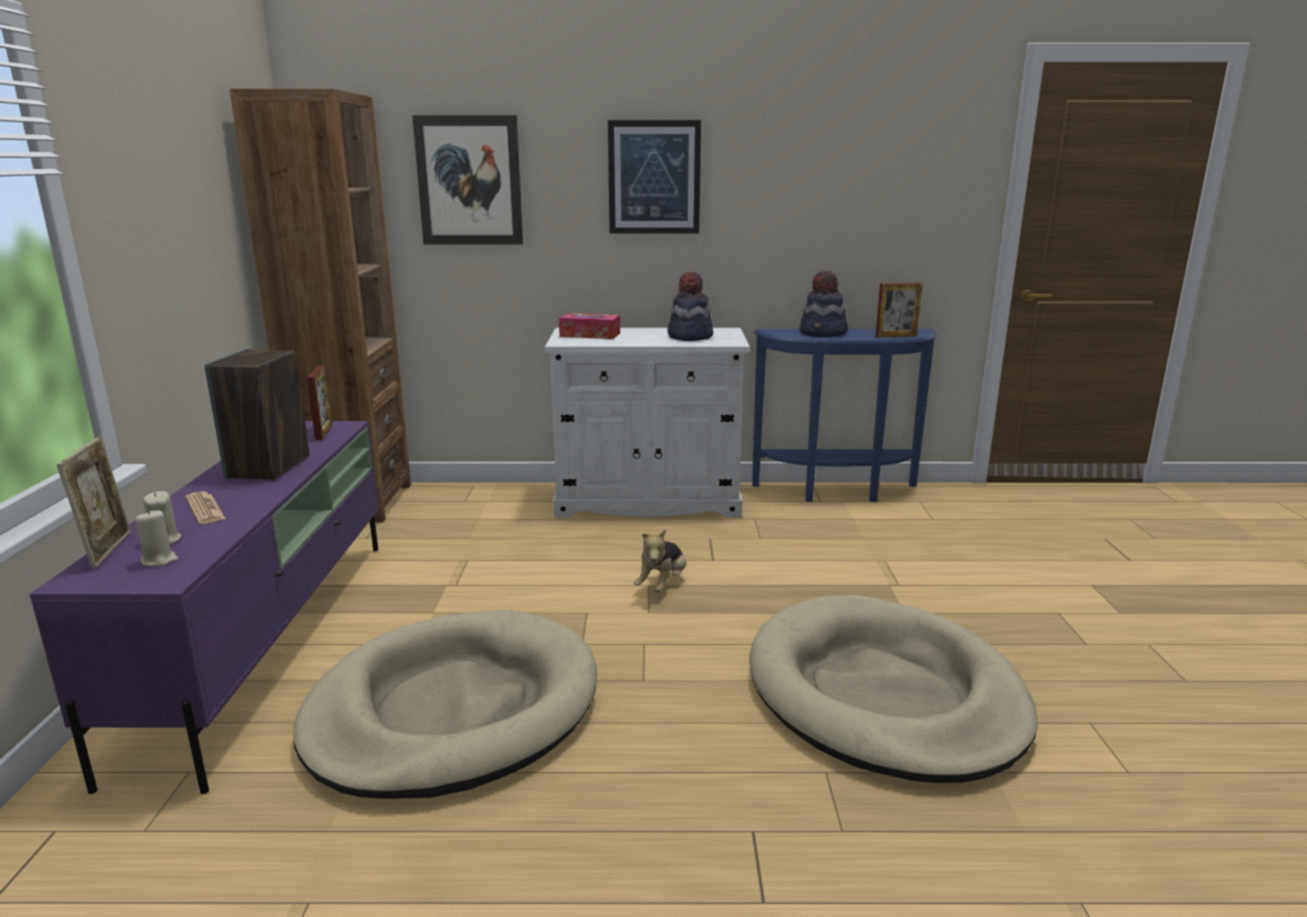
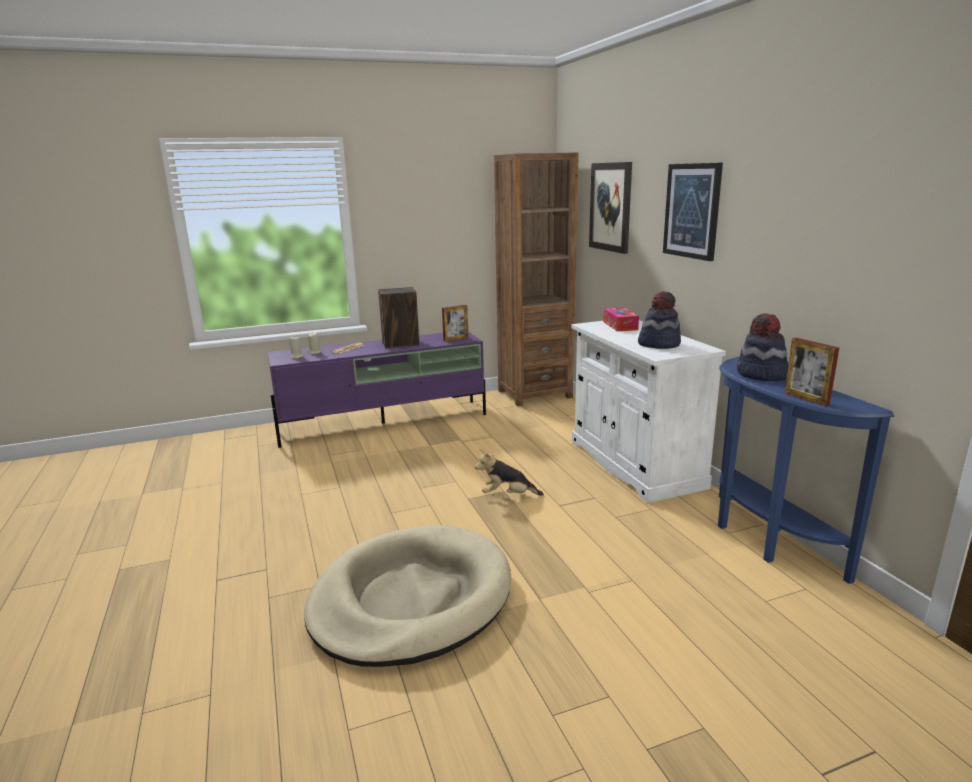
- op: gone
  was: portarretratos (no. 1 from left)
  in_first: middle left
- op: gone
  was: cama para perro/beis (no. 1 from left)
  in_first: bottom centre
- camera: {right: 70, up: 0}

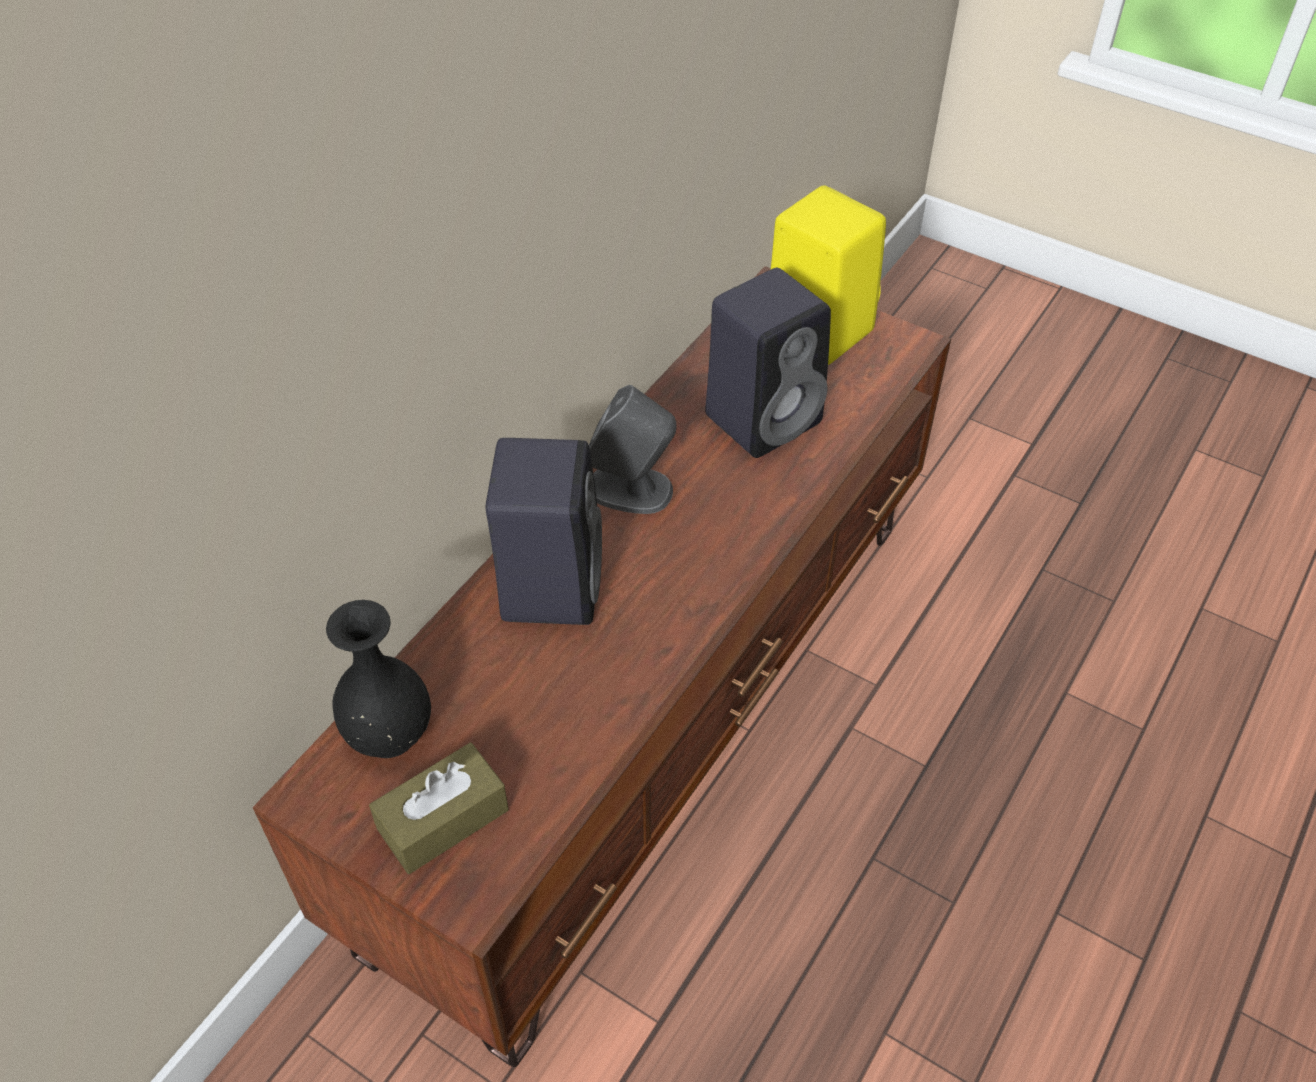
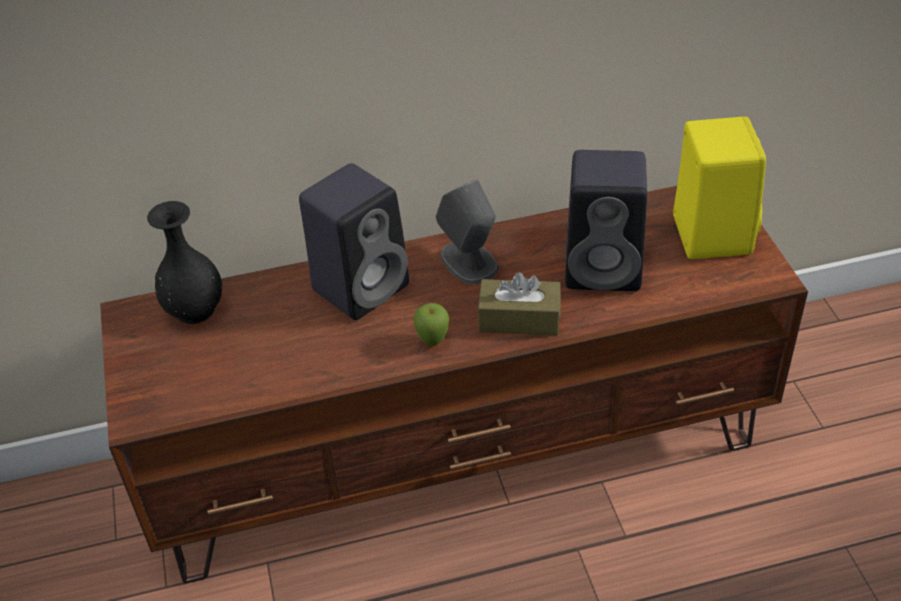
- op: new
  now: manzana
  in_second: centre
- op: shifted
  was: caja de pañuelos/marrón
  in_first: bottom centre
  in_second: centre
- camera: {right: 45, up: -5}

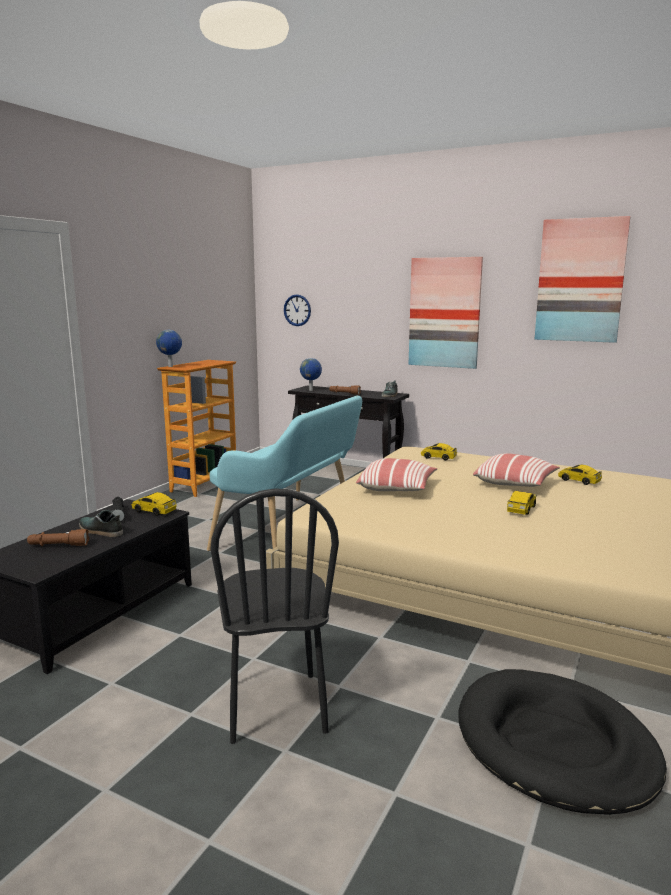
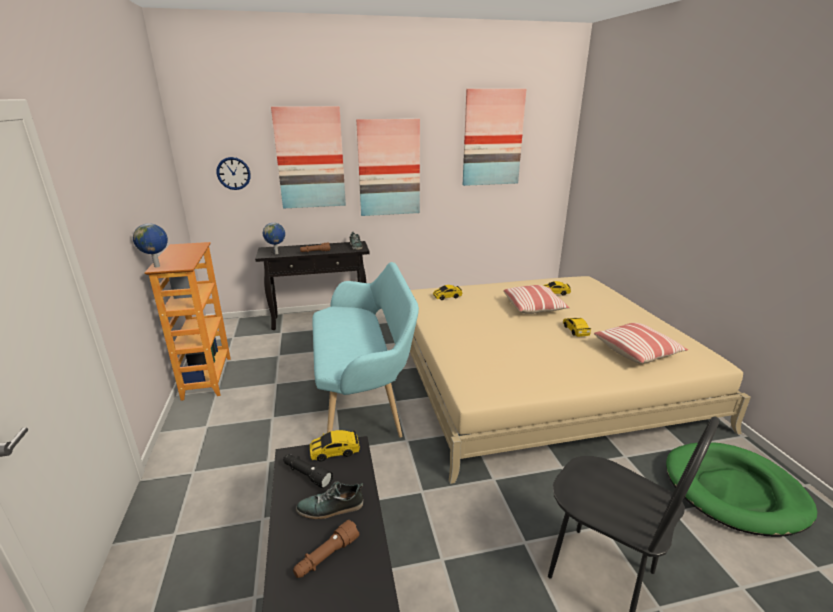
- op: new
  now: cuadro (no. 1 from left)
  in_second: top centre
- op: shifted
  was: cojín (no. 1 from left in the first image)
  now: cojín (no. 2 from left)
  in_first: centre
  in_second: middle right
- op: repainted
  was: cama para perro/negro
  now: cama para perro/verde
  in_first: bottom right
  in_second: bottom right
- camera: {right: -40, up: 10}

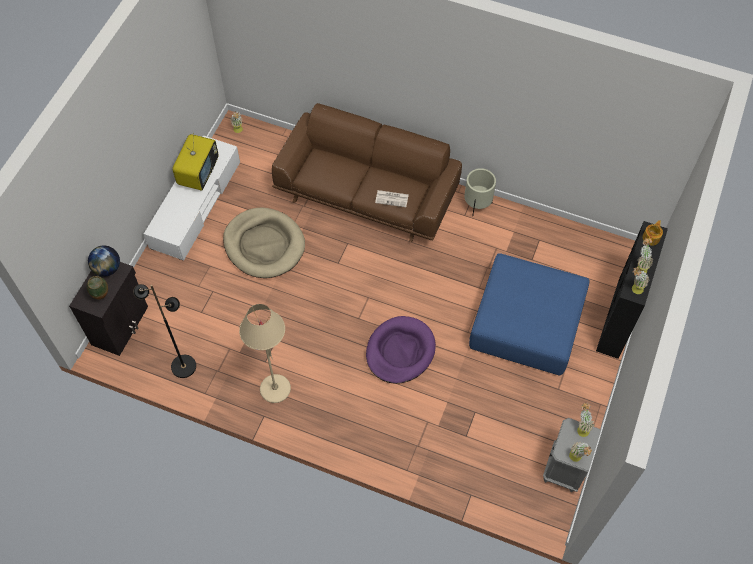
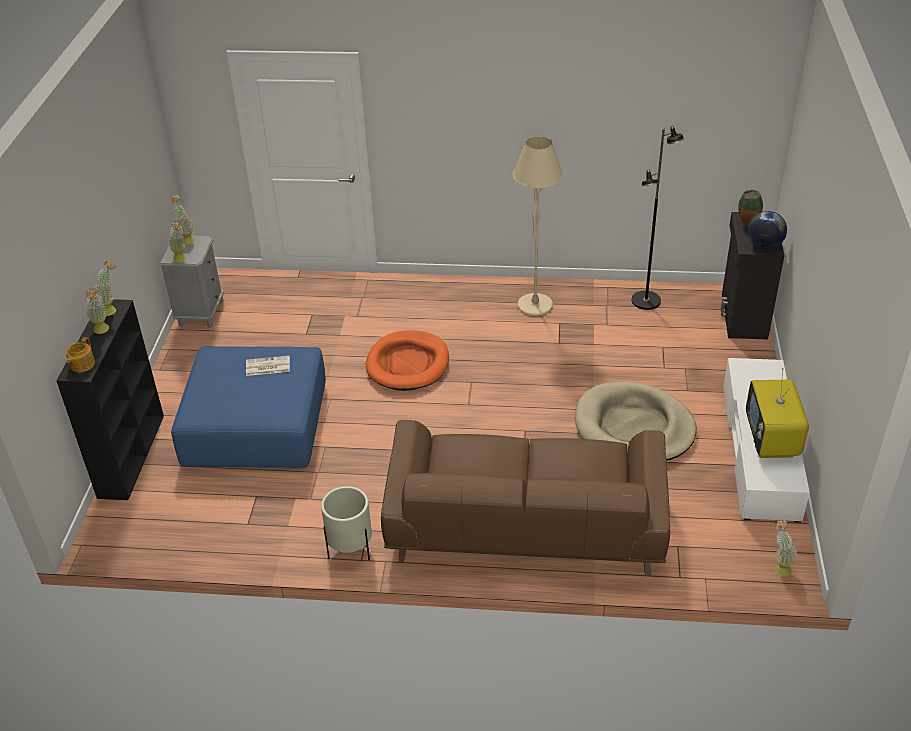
- op: shifted
  was: periódico
  in_first: centre
  in_second: middle left
- op: repainted
  was: cama para perro/morado
  now: cama para perro/naranja
  in_first: centre
  in_second: centre
- camera: {right: 165, up: -20}

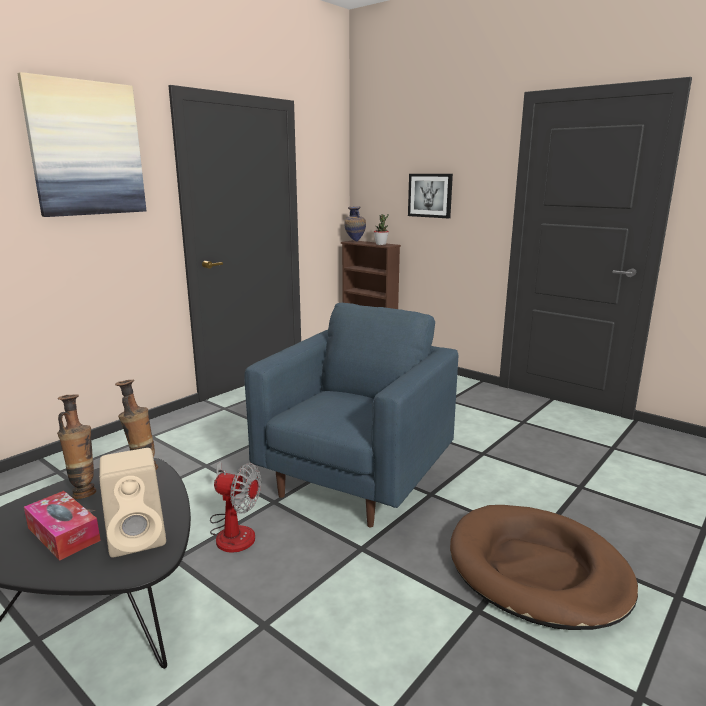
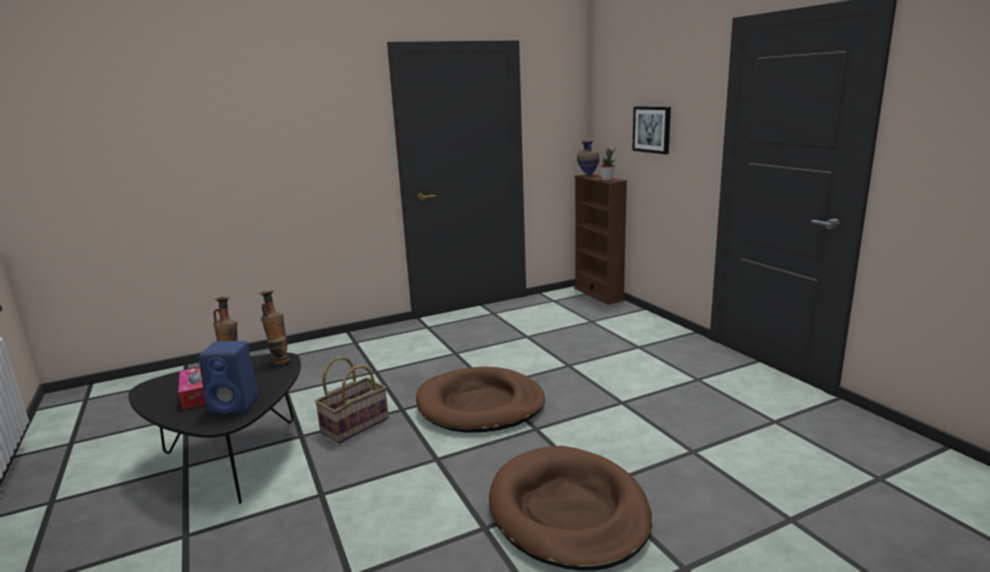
- op: repainted
  was: altavoz/beis
  now: altavoz/azul
  in_first: bottom left
  in_second: middle left
- op: swapped
  was: ventilador
  now: cesta
  in_first: bottom left
  in_second: bottom centre
- op: swapped
  was: sillón/azul
  now: cama para perro/marrón (no. 1 from left)
  in_first: centre
  in_second: bottom centre
- op: gone
  was: cuadro (no. 1 from left)
  in_first: top left
- camera: {right: 25, up: 0}

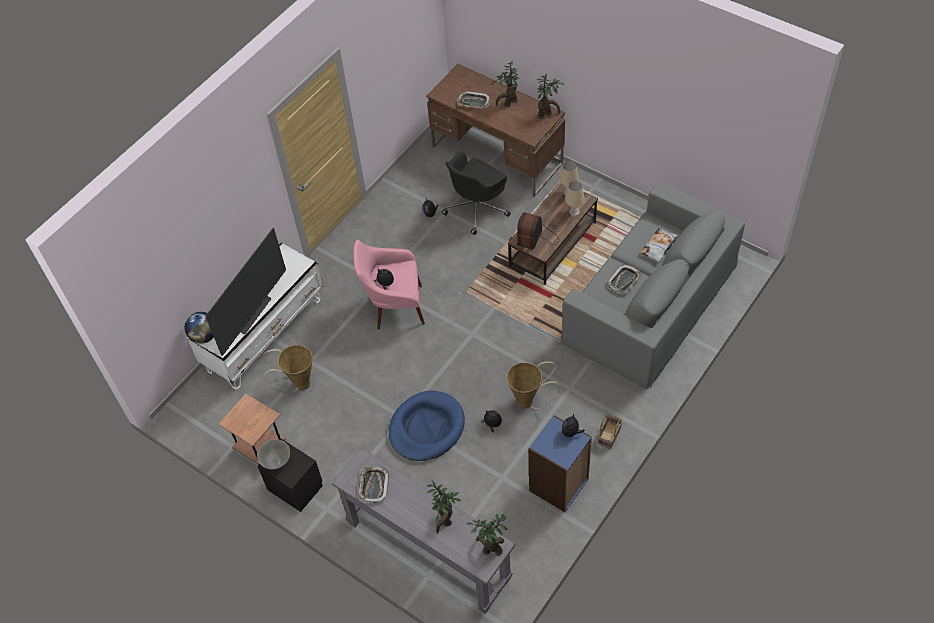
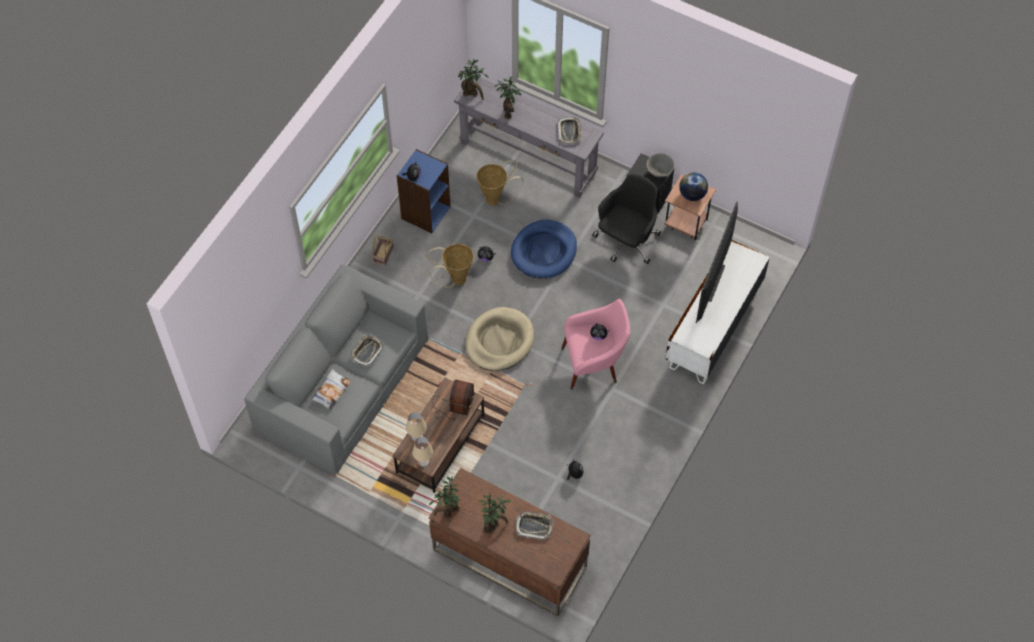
- op: new
  now: cama para perro/beis
  in_second: centre
- op: shifted
  was: cesta (no. 1 from left in the first image)
  now: cesta (no. 3 from left)
  in_first: middle left
  in_second: top centre
- op: shifted
  was: silla de oficina/negro
  in_first: top centre
  in_second: centre
- op: shifted
  was: globo terráqueo
  in_first: middle left
  in_second: top right
- camera: {right: 170, up: 5}

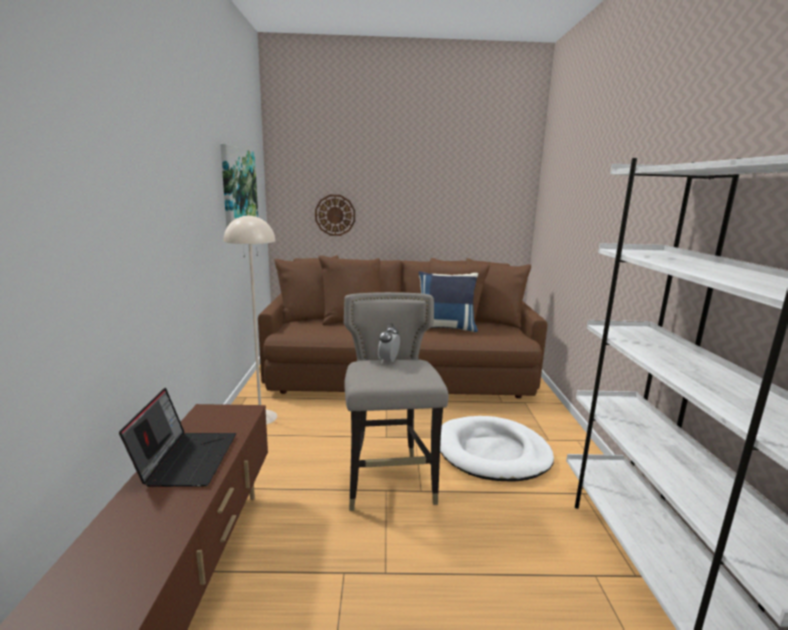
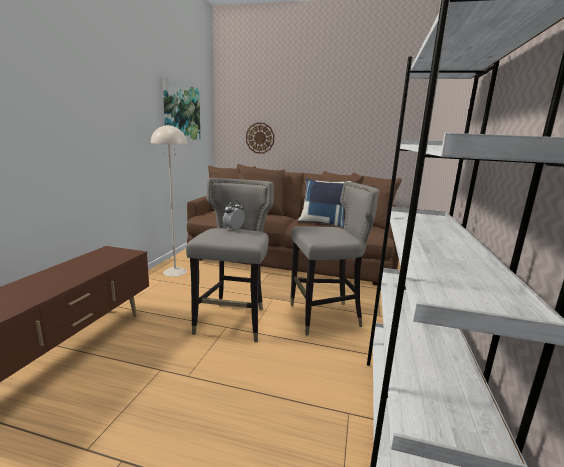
- op: swapped
  was: cama para perro/blanco
  now: taburete/gris (no. 2 from left)
  in_first: bottom centre
  in_second: centre
- op: gone
  was: portátil
  in_first: bottom left
- camera: {right: 15, up: 0}

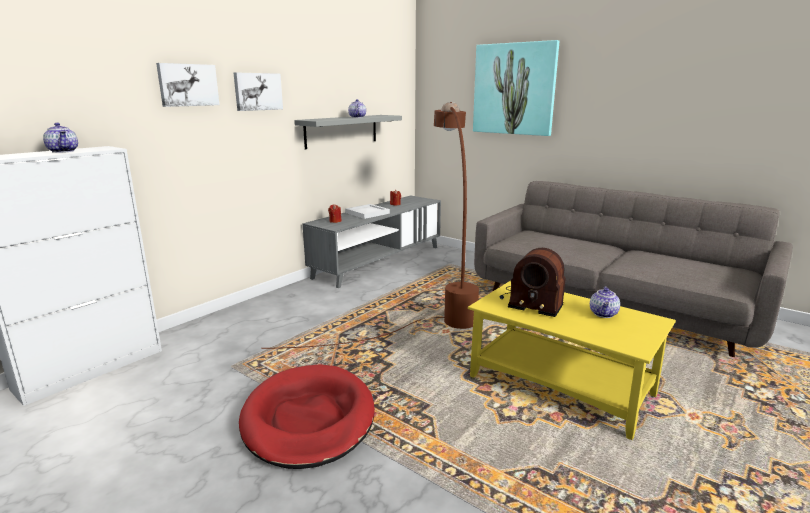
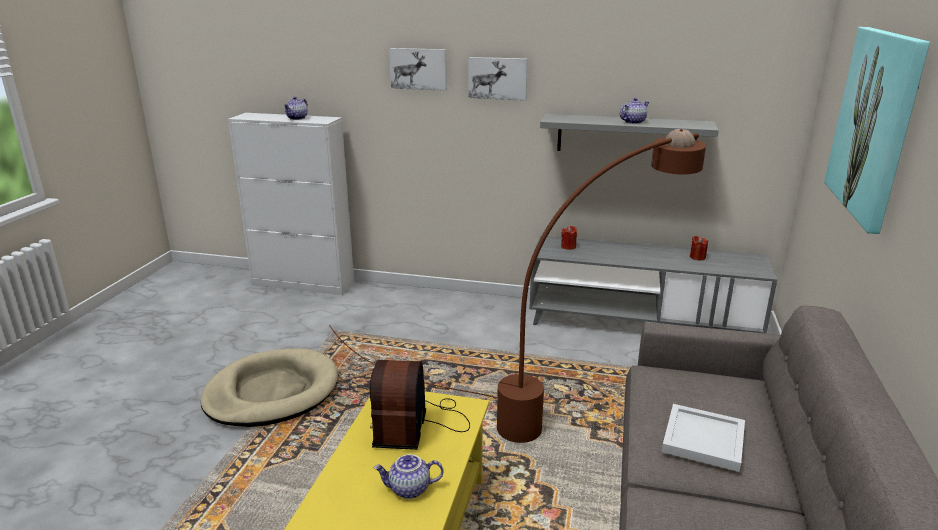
- op: repainted
  was: cama para perro/rojo
  now: cama para perro/beis
  in_first: bottom centre
  in_second: bottom left
- op: shifted
  was: bandeja/blanco
  in_first: centre
  in_second: bottom right
- camera: {right: 65, up: 5}

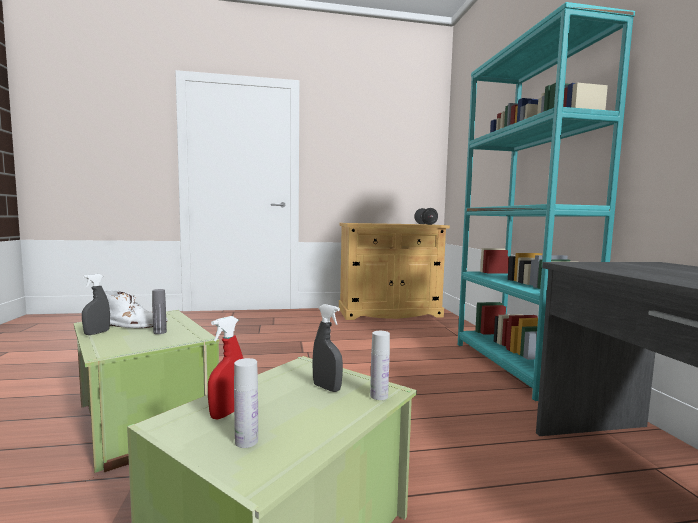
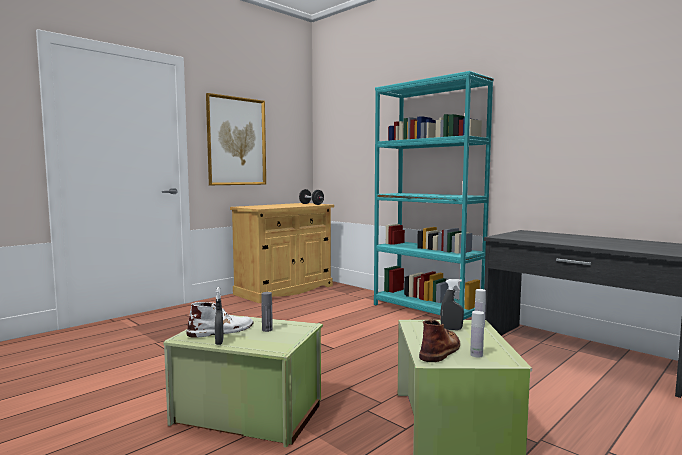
- op: new
  now: cuadro
  in_second: top centre
- op: swapped
  was: pulverizador/rojo
  now: bota/marrón
  in_first: bottom left
  in_second: bottom centre
- camera: {right: -35, up: 0}

